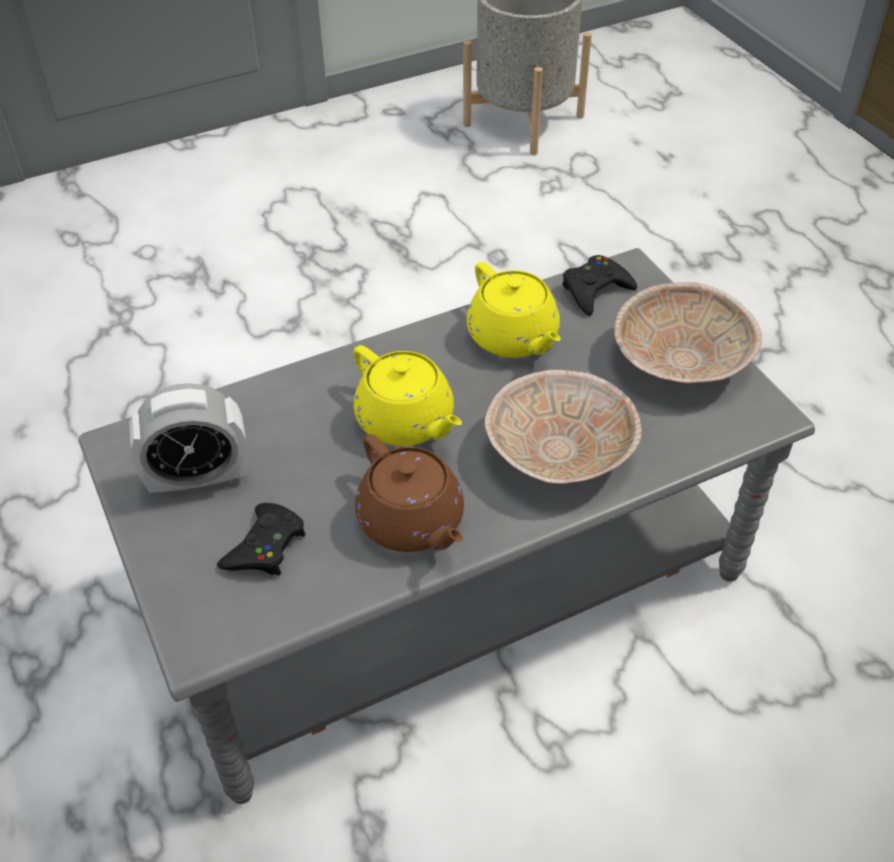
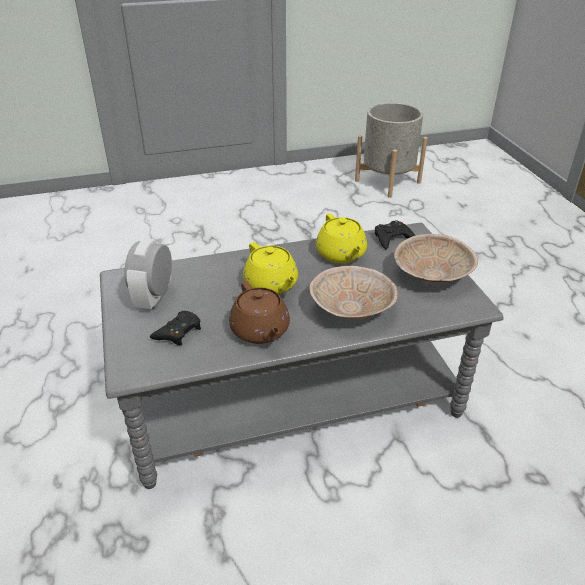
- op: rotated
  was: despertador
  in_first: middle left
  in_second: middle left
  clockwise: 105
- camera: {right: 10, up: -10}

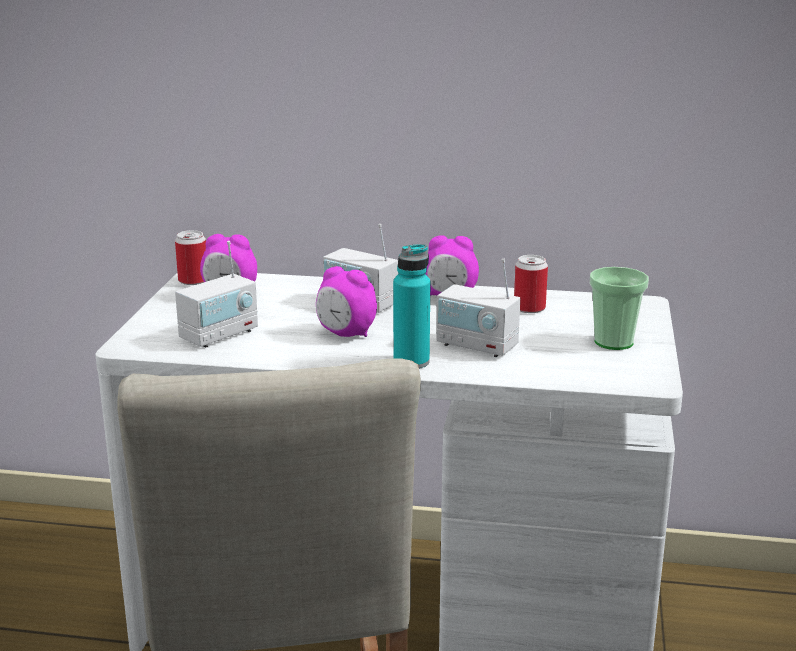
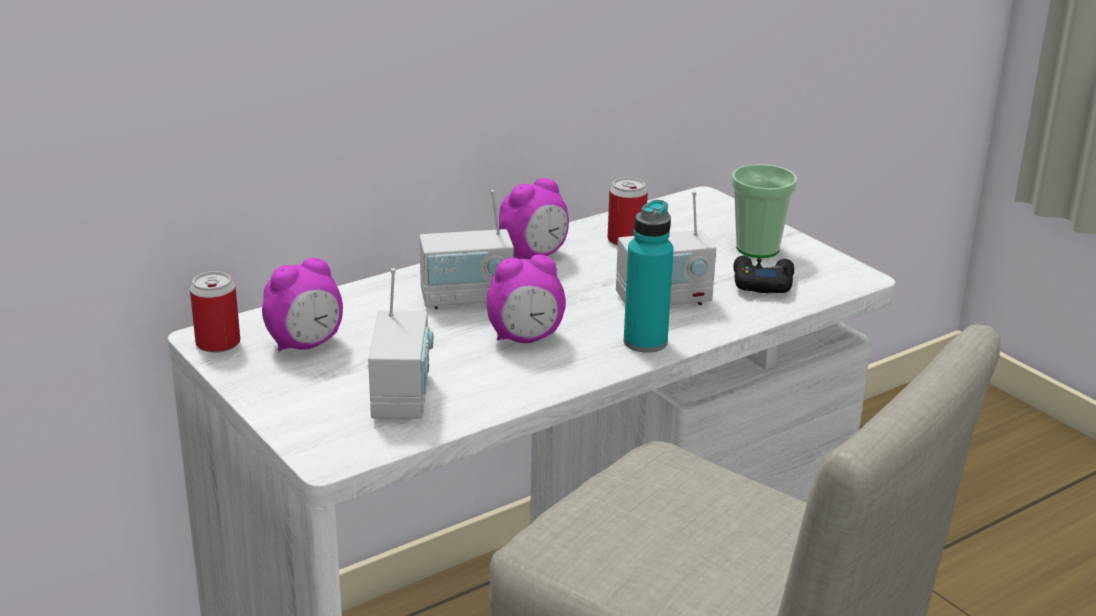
- op: new
  now: mando de consola/negro
  in_second: middle right
- camera: {right: -45, up: 5}

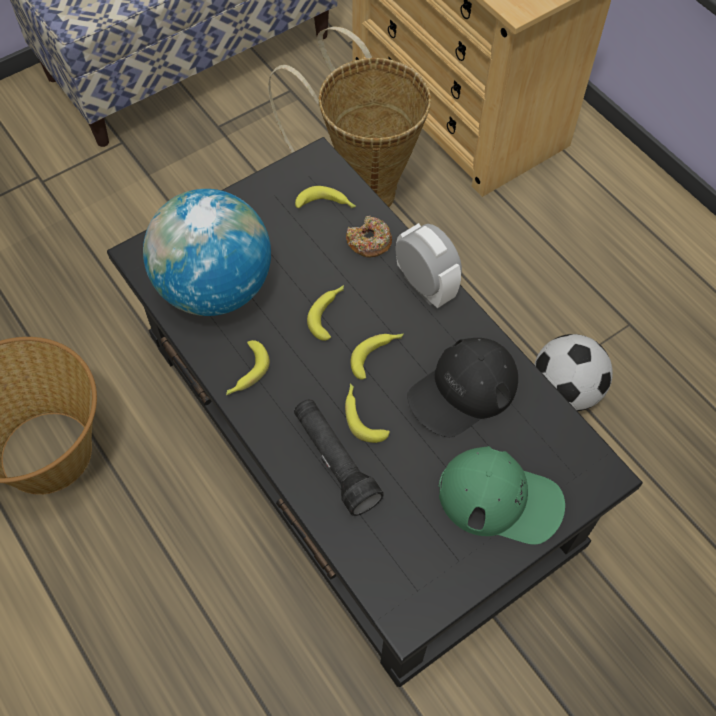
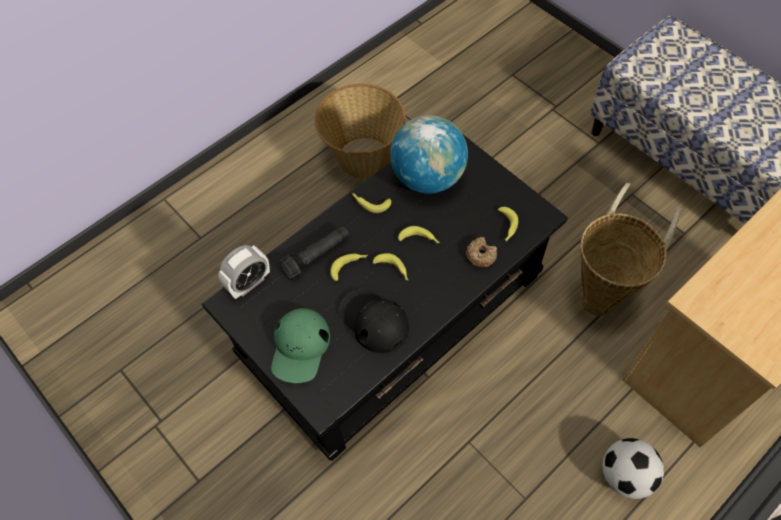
- op: shifted
  was: despertador
  in_first: centre
  in_second: middle left
- op: shifted
  was: balón de fútbol
  in_first: middle right
  in_second: bottom right
- camera: {right: 85, up: 0}

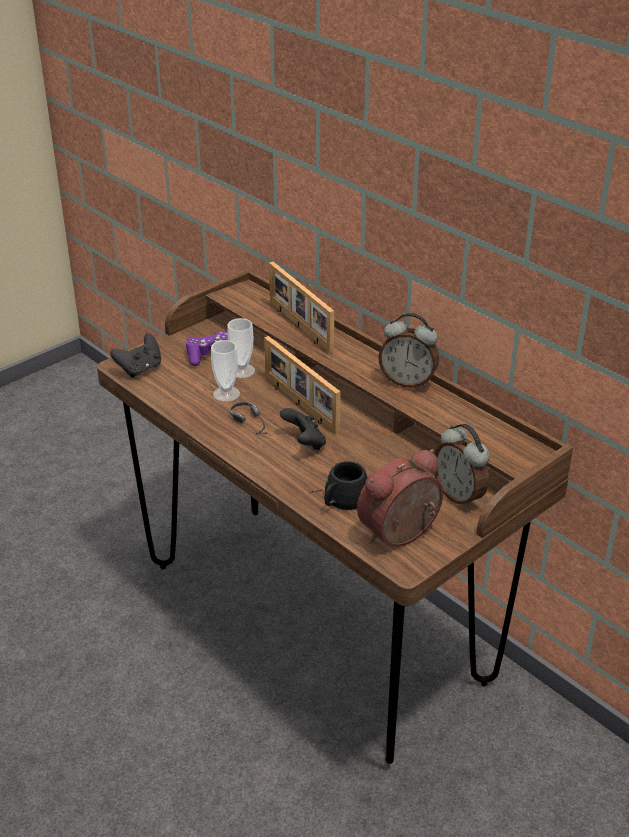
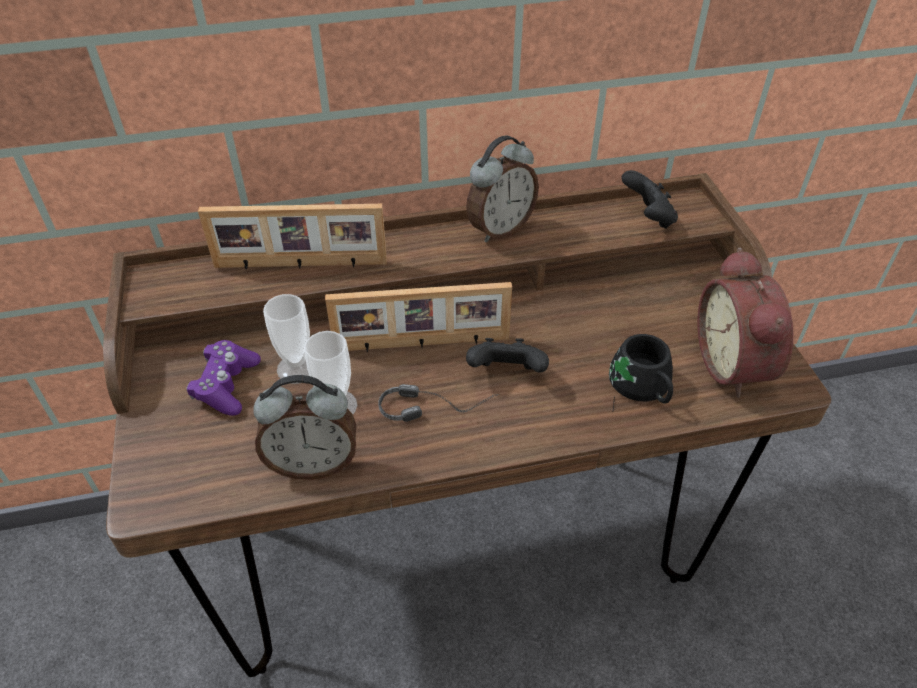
- op: shifted
  was: despertador (no. 3 from left in the first image)
  now: despertador (no. 1 from left)
  in_first: middle right
  in_second: middle left
- op: shifted
  was: mando de consola/negro (no. 1 from left in the first image)
  now: mando de consola/negro (no. 2 from left)
  in_first: middle left
  in_second: top right
- camera: {right: -60, up: 10}

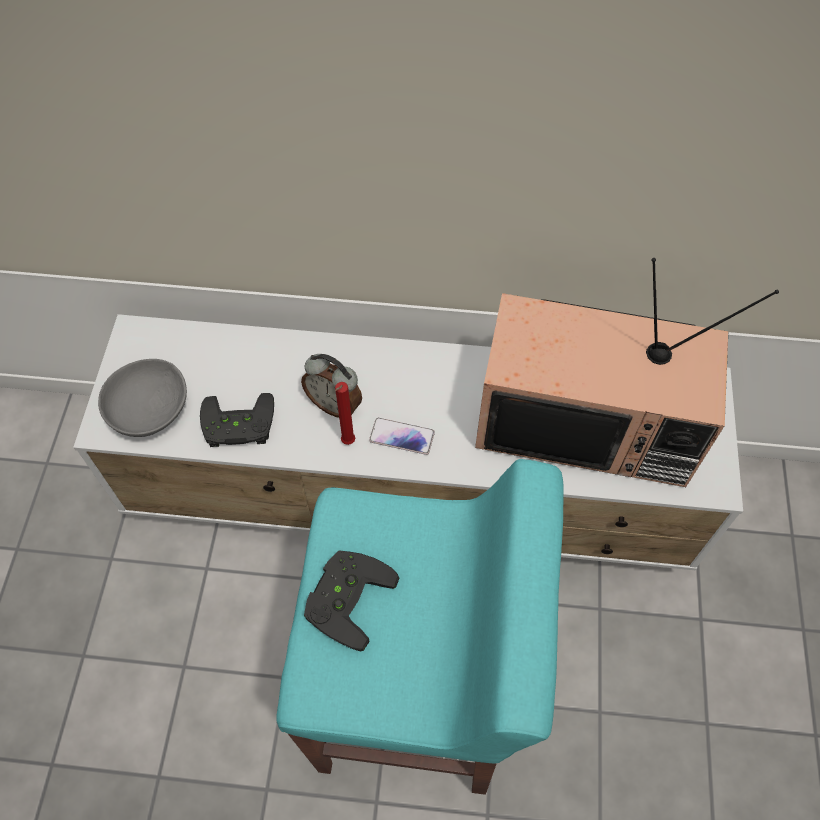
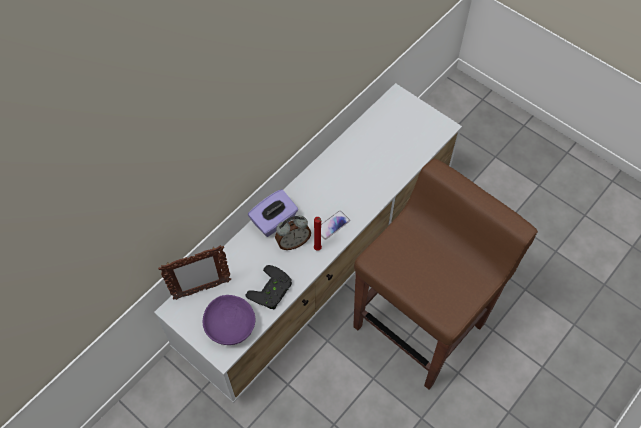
- op: new
  now: portarretratos
  in_second: middle left
- op: repainted
  was: cuenco/gris
  now: cuenco/morado
  in_first: middle left
  in_second: bottom centre
- op: new
  now: caja de pañuelos/morado
  in_second: centre
- op: repainted
  was: taburete/turquesa
  now: taburete/marrón
  in_first: bottom centre
  in_second: middle right
- op: gone
  was: mando de consola/negro (no. 2 from left)
  in_first: bottom centre
- op: gone
  was: televisor
  in_first: middle right
- camera: {right: -55, up: 0}

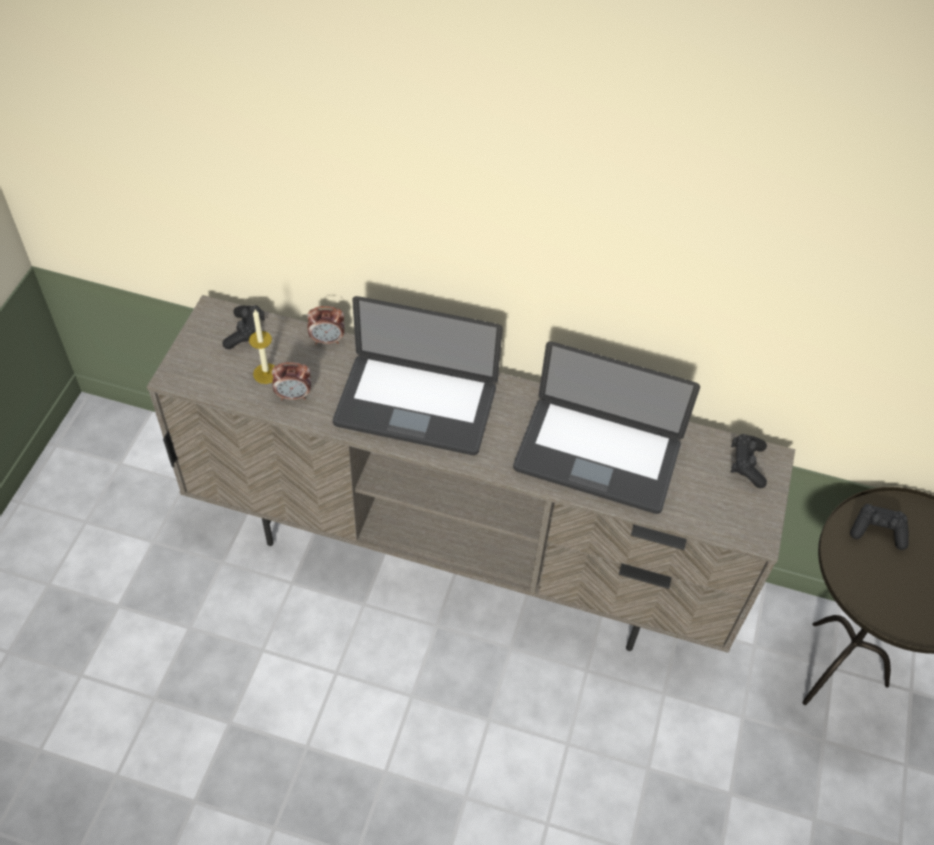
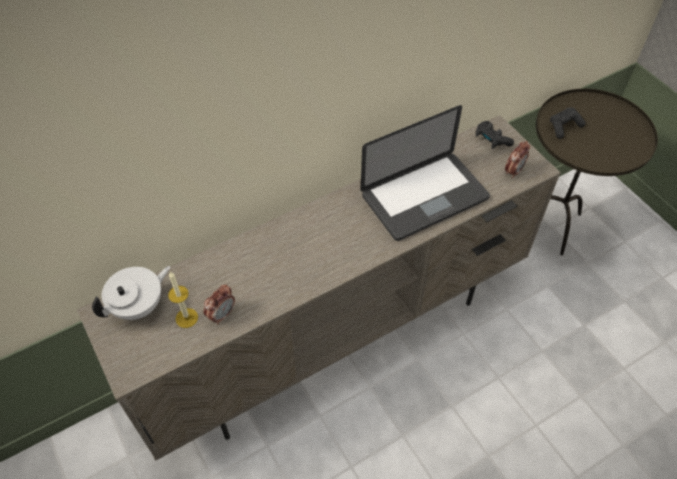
- op: swapped
  was: mando de consola/negro (no. 1 from left)
  now: tetera/blanco
  in_first: middle left
  in_second: middle left
- op: shifted
  was: despertador (no. 2 from left)
  in_first: centre
  in_second: middle right
- op: gone
  was: portátil (no. 1 from left)
  in_first: centre
- camera: {right: -45, up: 0}

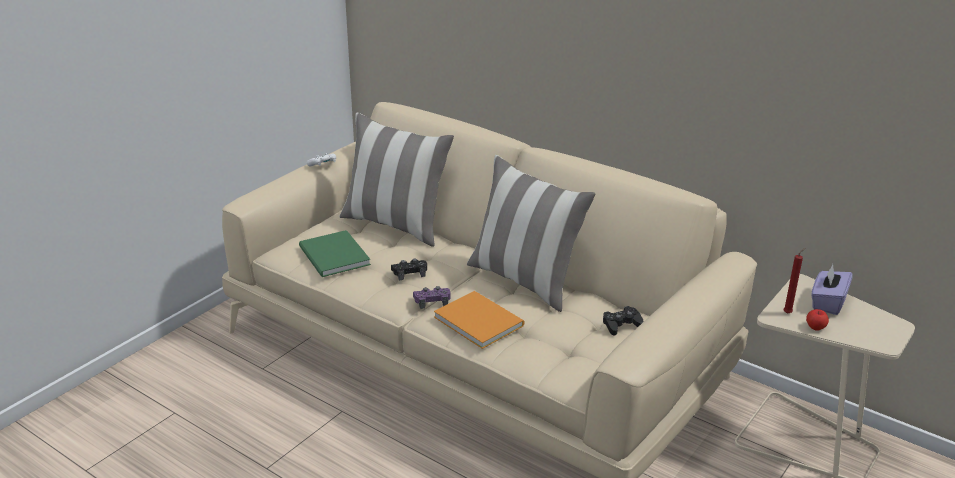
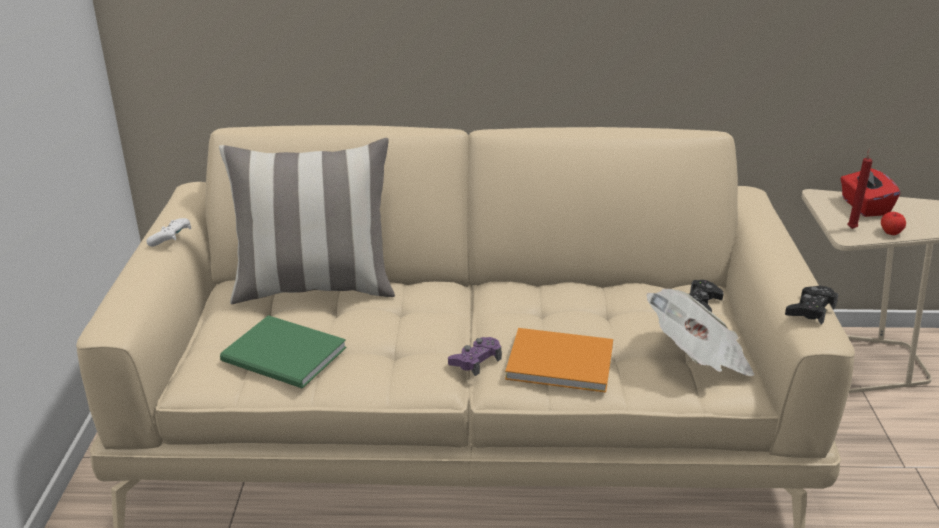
- op: new
  now: periódico
  in_second: middle right
- op: shifted
  was: mando de consola/negro (no. 1 from left in the first image)
  now: mando de consola/negro (no. 2 from left)
  in_first: centre
  in_second: middle right
- op: repainted
  was: caja de pañuelos/morado
  now: caja de pañuelos/rojo
  in_first: middle right
  in_second: middle right
- op: gone
  was: cojín (no. 2 from left)
  in_first: centre
- camera: {right: -35, up: 0}

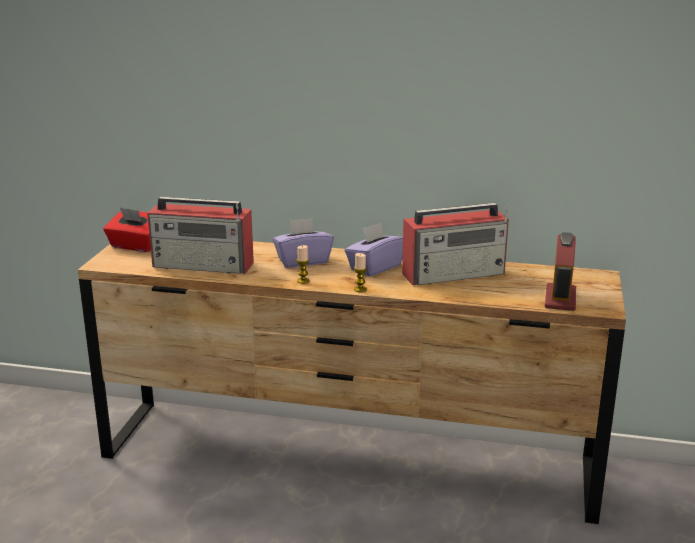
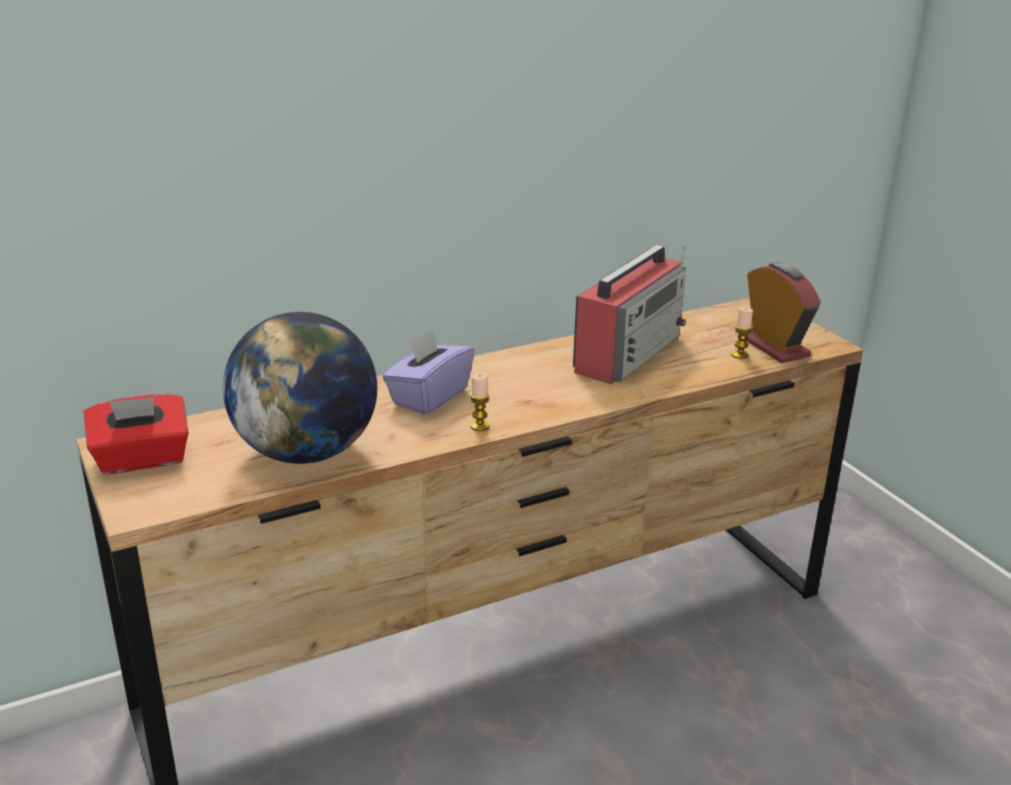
- op: swapped
  was: radio (no. 1 from left)
  now: globo terráqueo
  in_first: middle left
  in_second: middle left
- op: shifted
  was: vela (no. 2 from left)
  in_first: centre
  in_second: middle right
- op: gone
  was: caja de pañuelos/morado (no. 2 from left)
  in_first: centre
- camera: {right: -40, up: 5}

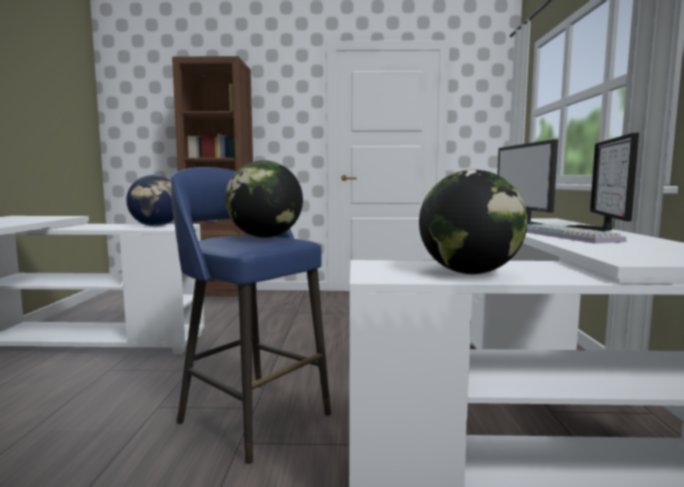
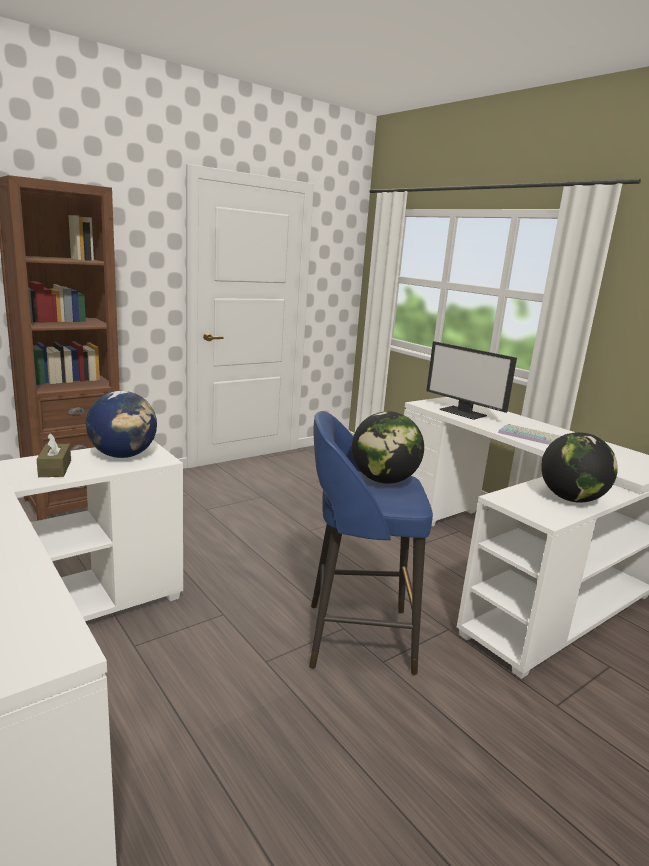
- op: new
  now: caja de pañuelos/marrón
  in_second: middle left
- op: gone
  was: monitor (no. 2 from left)
  in_first: middle right
- camera: {right: -40, up: 10}

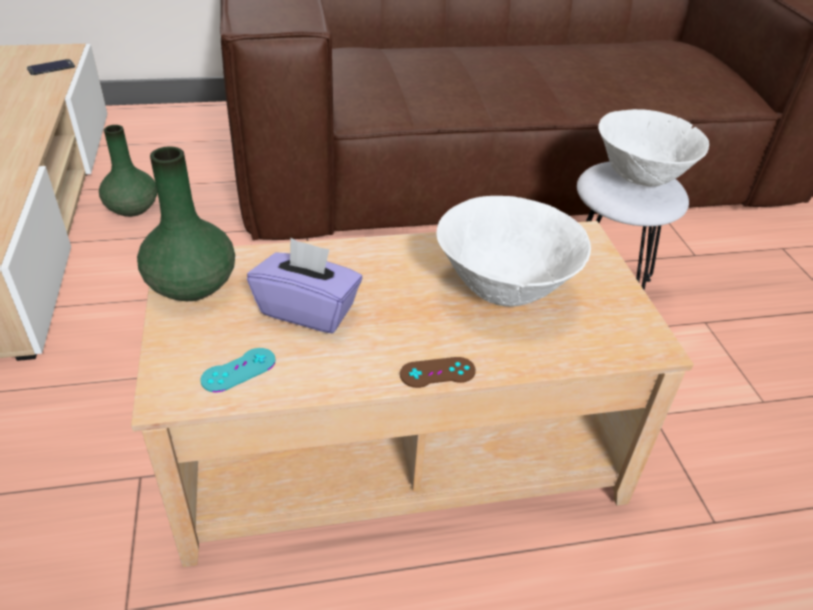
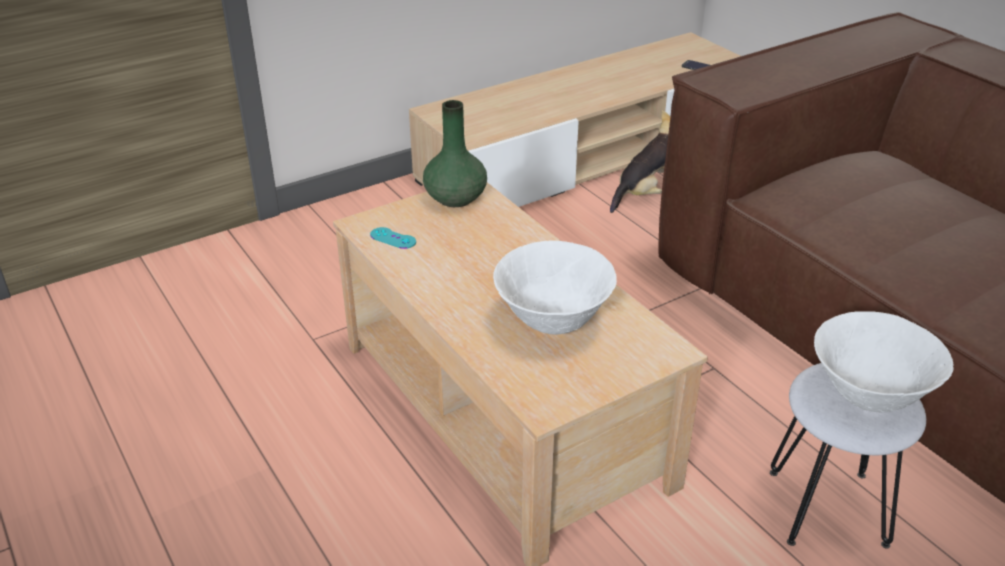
- op: swapped
  was: florero/verde (no. 1 from left)
  now: peluche
  in_first: top left
  in_second: top centre
- op: gone
  was: caja de pañuelos/morado
  in_first: centre
- op: gone
  was: mando de consola/marrón
  in_first: centre
- camera: {right: 70, up: -5}

